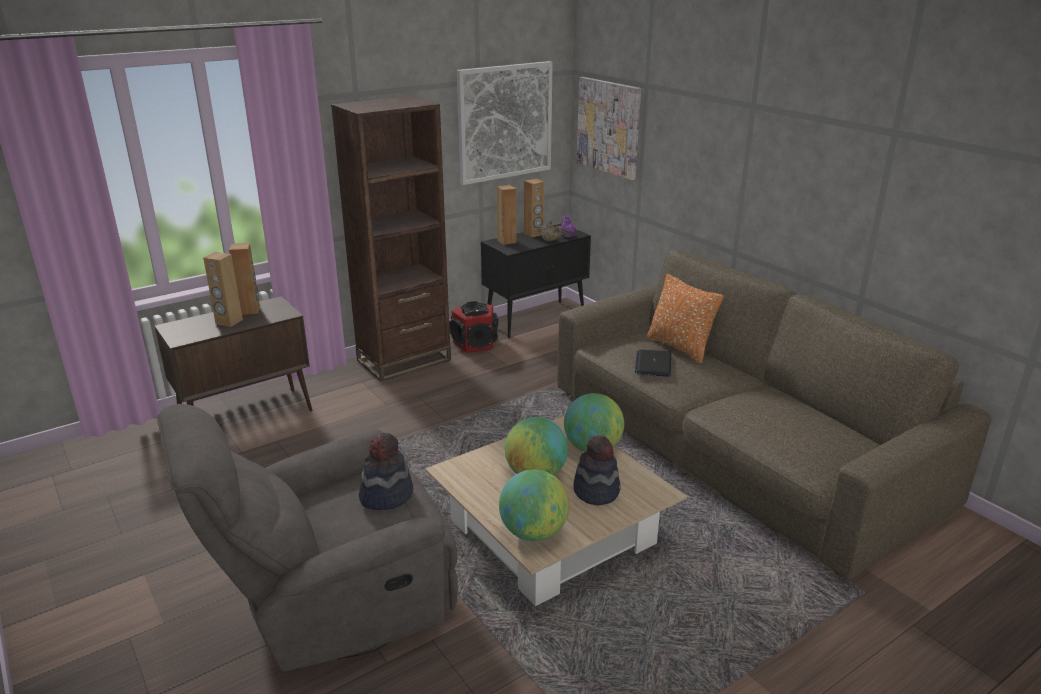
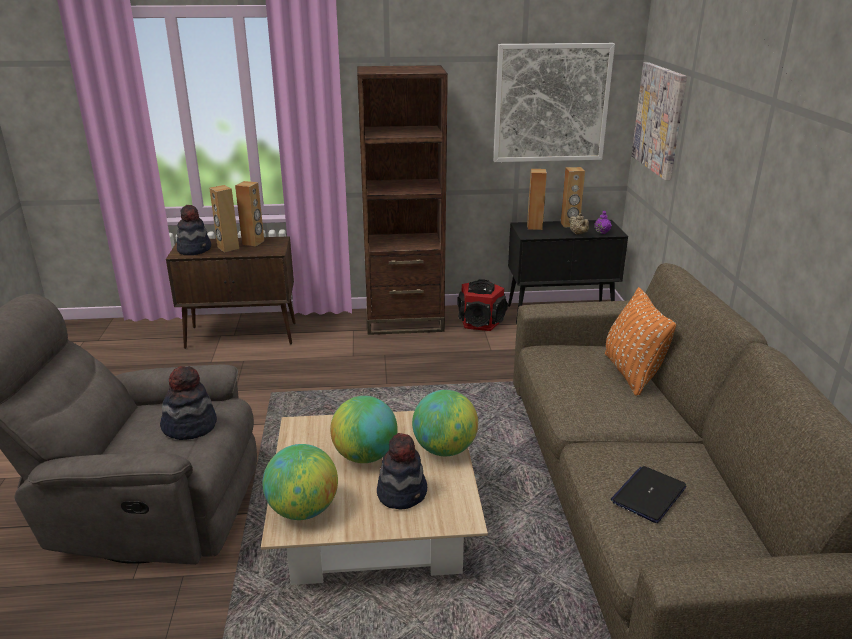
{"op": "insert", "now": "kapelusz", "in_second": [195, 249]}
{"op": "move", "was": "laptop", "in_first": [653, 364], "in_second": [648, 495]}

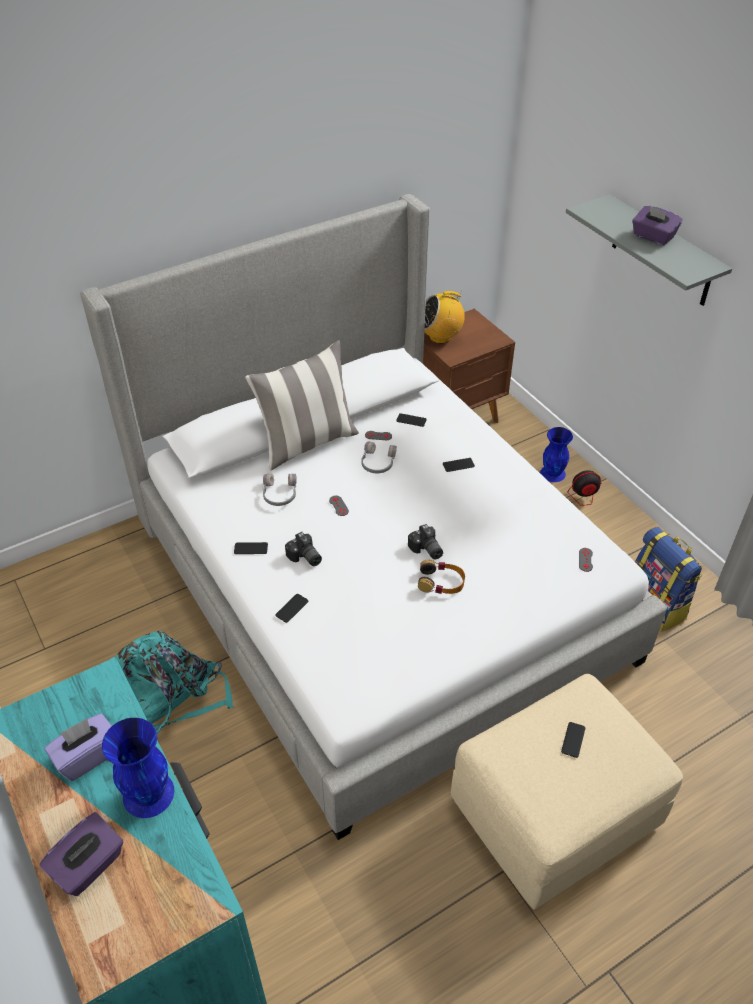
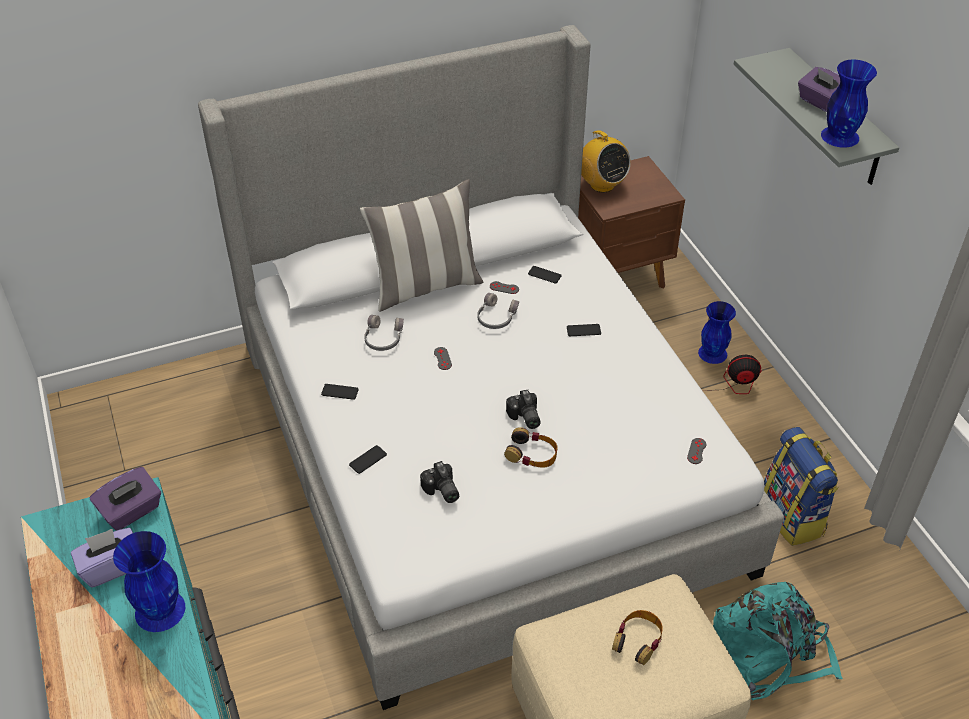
{"op": "insert", "now": "wazon [niebieski]", "in_second": [839, 136]}
{"op": "move", "was": "pudełko chusteczek [fioletowy]", "in_first": [89, 866], "in_second": [131, 511]}
{"op": "move", "was": "plecak [turkusowy]", "in_first": [173, 696], "in_second": [768, 654]}
{"op": "move", "was": "aparat fotograficzny", "in_first": [304, 558], "in_second": [441, 491]}
{"op": "replace", "was": "telefon", "now": "słuchawki", "in_first": [573, 740], "in_second": [638, 640]}
{"op": "rotate", "was": "radio", "in_first": [440, 337], "in_second": [601, 185], "clockwise": -120}

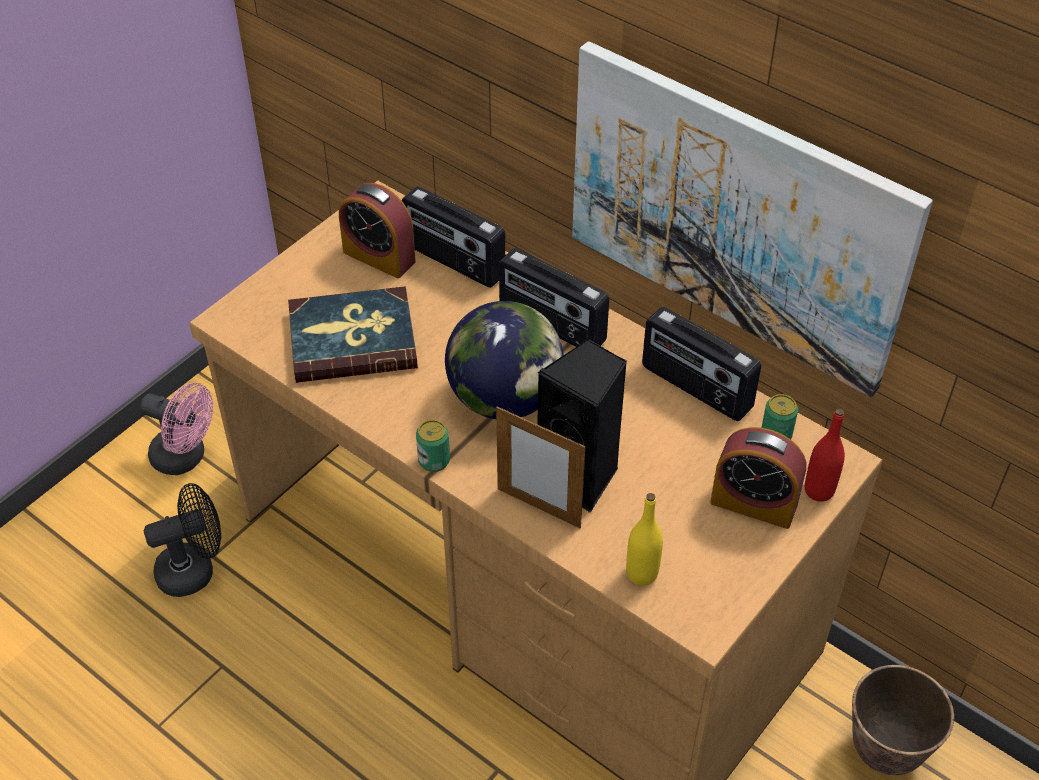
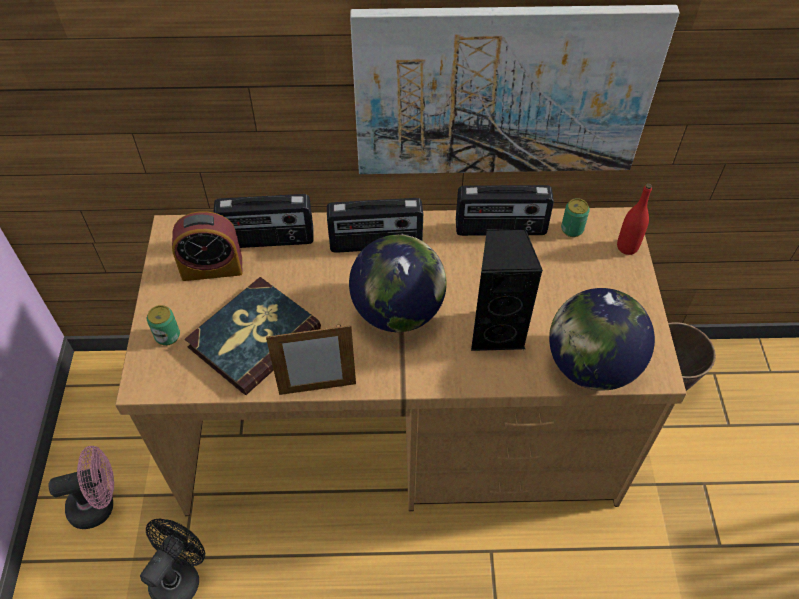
{"op": "delete", "was": "budzik", "in_first": [754, 503]}
{"op": "move", "was": "puszka", "in_first": [434, 460], "in_second": [167, 336]}
{"op": "move", "was": "ramka na zdjęcie", "in_first": [538, 507], "in_second": [317, 388]}
{"op": "replace", "was": "butelka [żółty]", "now": "globus", "in_first": [642, 573], "in_second": [591, 366]}

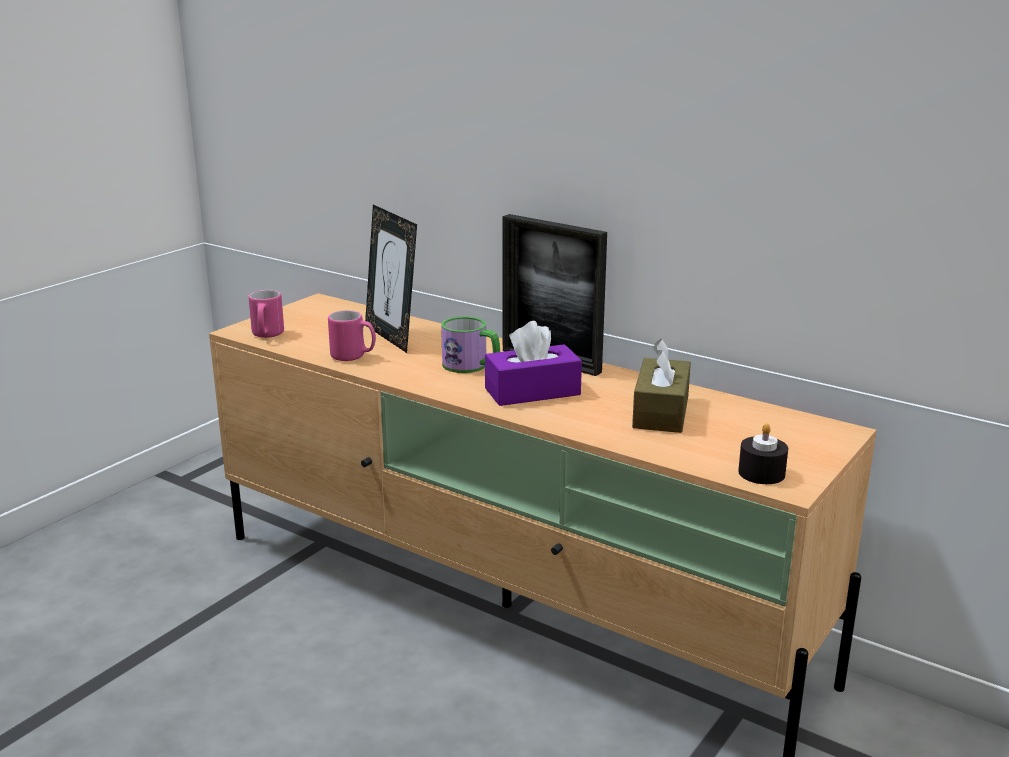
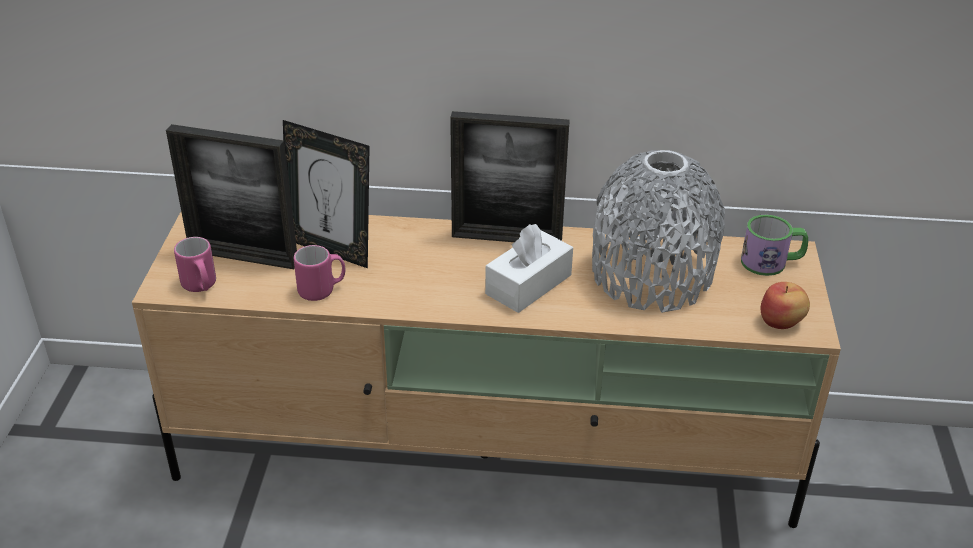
{"op": "insert", "now": "ramka na zdjęcie", "in_second": [243, 257]}
{"op": "move", "was": "kubek", "in_first": [471, 366], "in_second": [771, 262]}
{"op": "replace", "was": "pudełko chusteczek [brązowy]", "now": "wazon [szary]", "in_first": [661, 412], "in_second": [651, 275]}
{"op": "replace", "was": "świeca [czarny]", "now": "jabłko", "in_first": [761, 473], "in_second": [781, 322]}
{"op": "recolor", "was": "pudełko chusteczek [fioletowy]", "now": "pudełko chusteczek [biały]", "in_first": [532, 391], "in_second": [528, 284]}

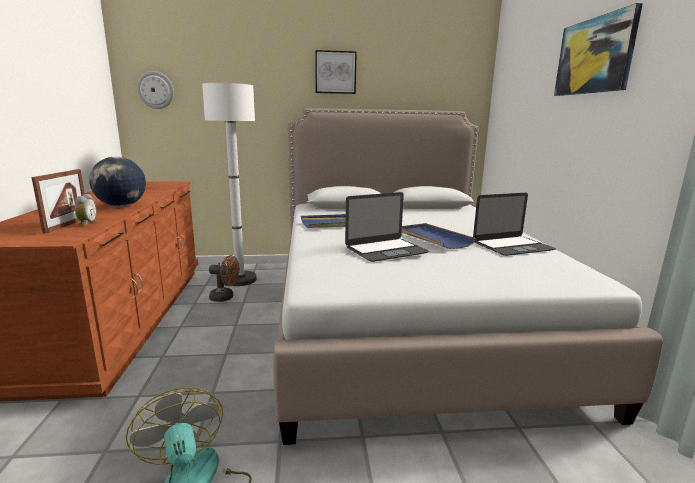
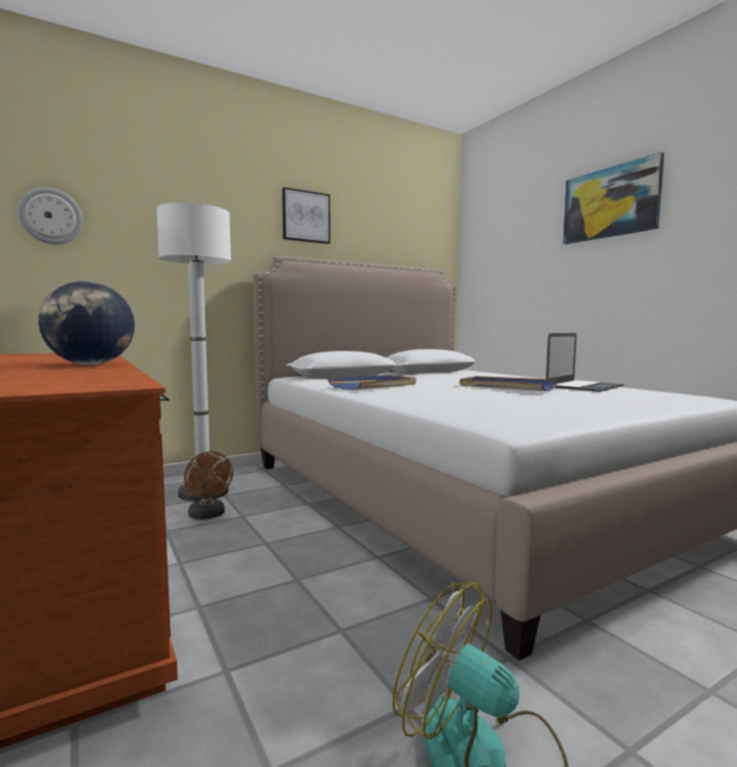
{"op": "delete", "was": "ramka na zdjęcie", "in_first": [67, 225]}
{"op": "delete", "was": "budzik", "in_first": [86, 224]}
{"op": "delete", "was": "laptop", "in_first": [386, 250]}
{"op": "rotate", "was": "wentylator [brązowy]", "in_first": [225, 297], "in_second": [208, 516], "clockwise": 75}

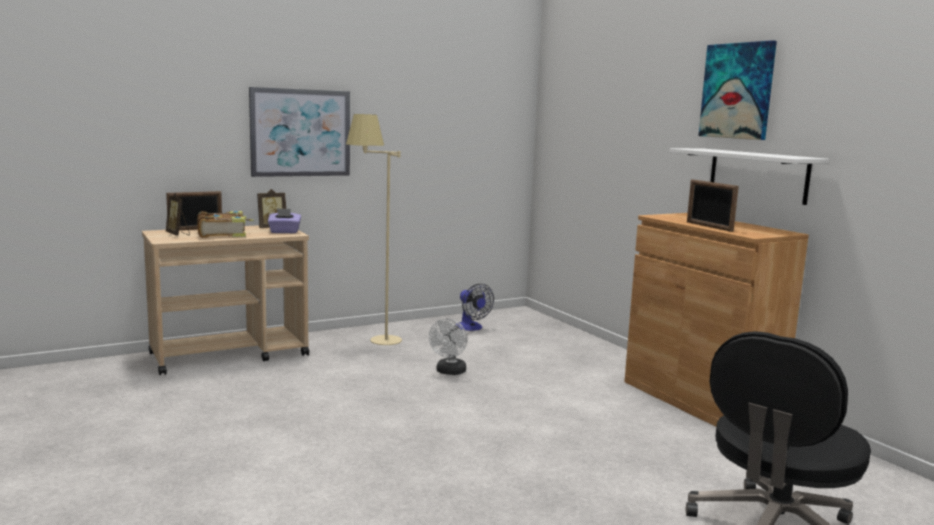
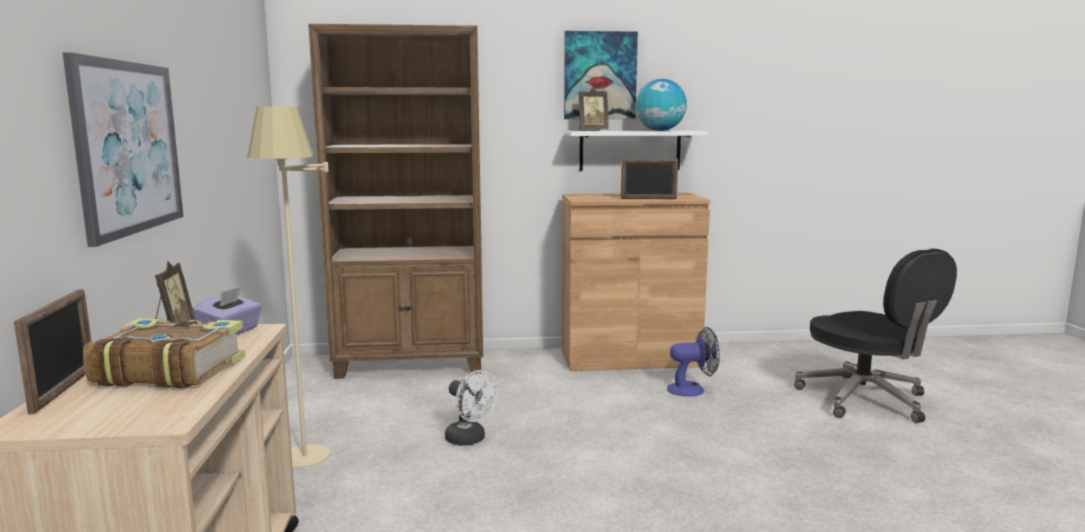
{"op": "insert", "now": "regał [brązowy]", "in_second": [412, 365]}
{"op": "insert", "now": "globus", "in_second": [660, 130]}
{"op": "move", "was": "ramka na zdjęcie", "in_first": [178, 234], "in_second": [592, 130]}
{"op": "move", "was": "wentylator", "in_first": [471, 328], "in_second": [692, 389]}

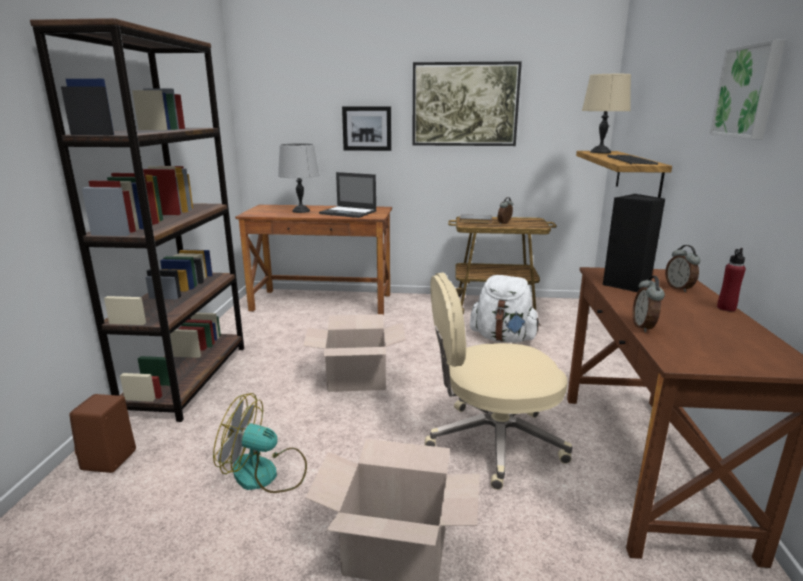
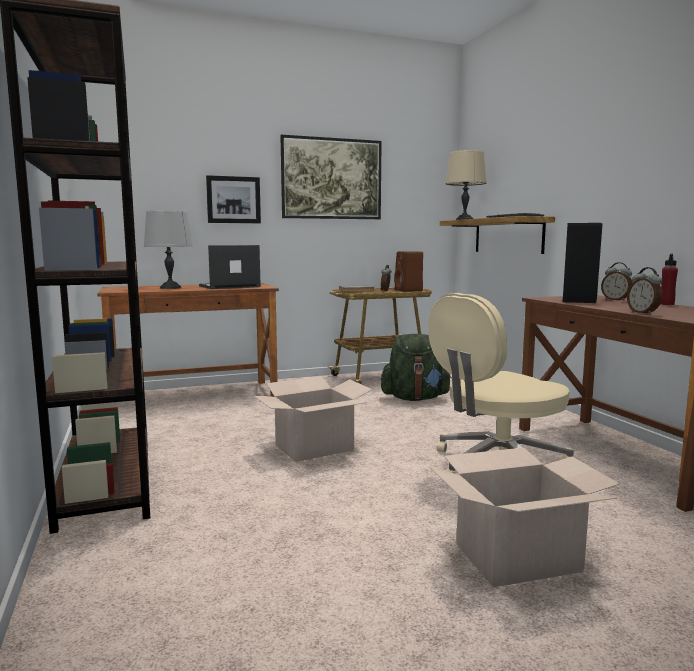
{"op": "delete", "was": "wentylator", "in_first": [266, 474]}
{"op": "delete", "was": "obraz", "in_first": [748, 92]}
{"op": "move", "was": "głośnik [brązowy]", "in_first": [108, 461], "in_second": [409, 290]}
{"op": "recolor", "was": "plecak [biały]", "now": "plecak [zielony]", "in_first": [503, 338], "in_second": [415, 398]}
{"op": "rotate", "was": "laptop", "in_first": [349, 212], "in_second": [229, 286], "clockwise": 150}

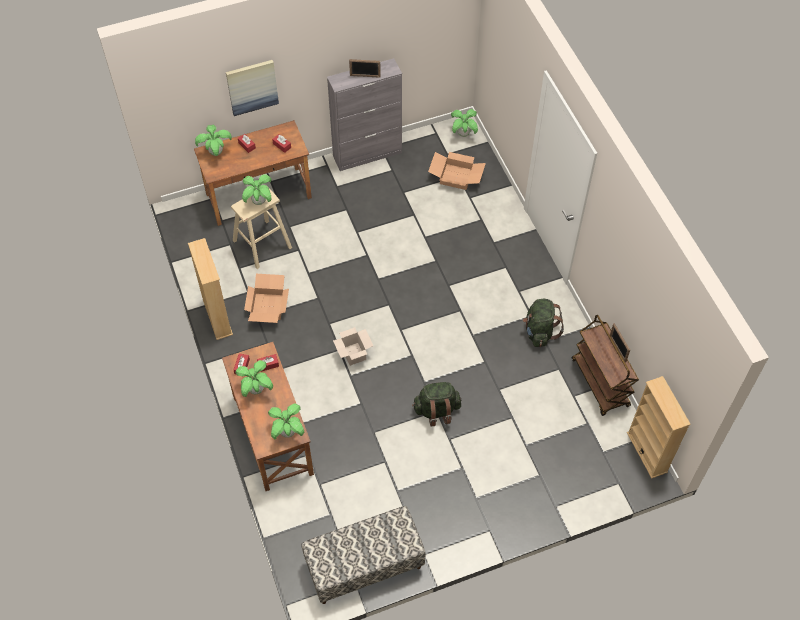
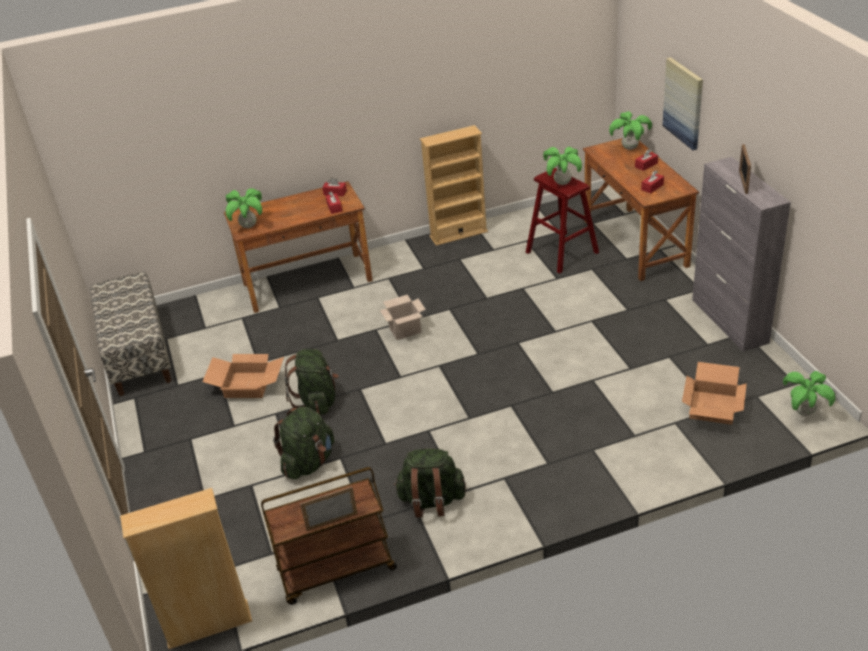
{"op": "delete", "was": "roślina doniczkowa", "in_first": [256, 389]}
{"op": "insert", "now": "plecak [zielony]", "in_second": [309, 462]}
{"op": "move", "was": "karton", "in_first": [267, 306], "in_second": [248, 384]}
{"op": "recolor", "was": "stołek [beżowy]", "now": "stołek [czerwony]", "in_first": [262, 244], "in_second": [562, 252]}

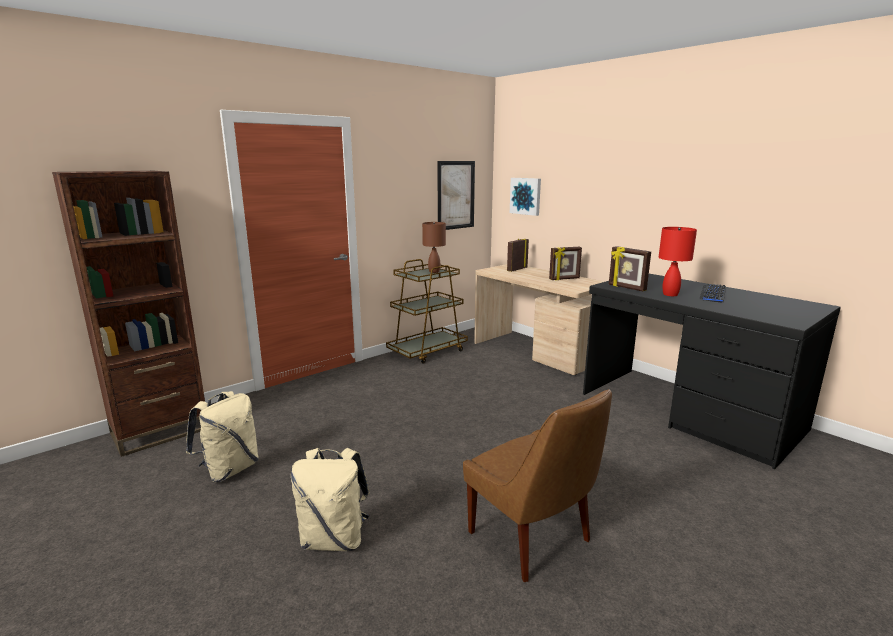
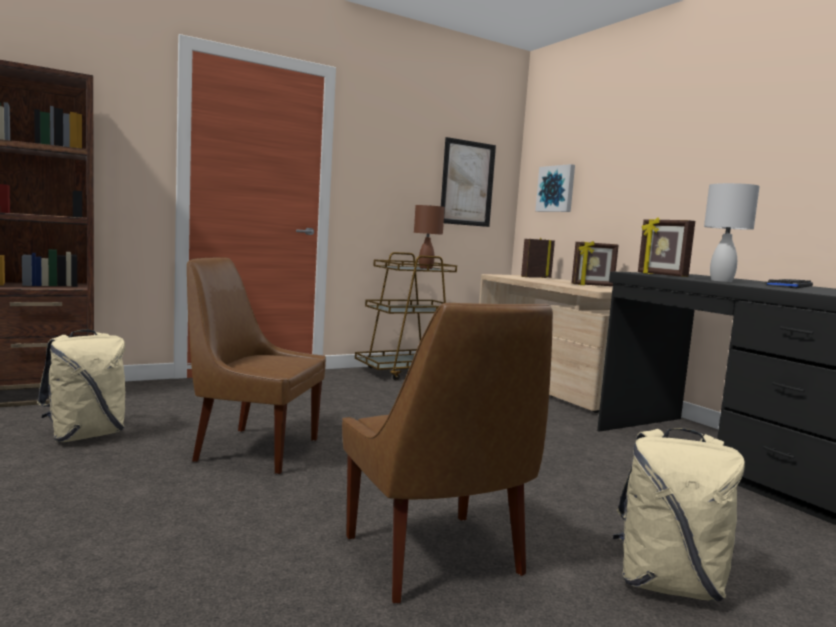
{"op": "insert", "now": "krzesło [brązowy]", "in_second": [253, 449]}
{"op": "move", "was": "plecak [beżowy]", "in_first": [334, 539], "in_second": [668, 584]}
{"op": "recolor", "was": "lampa stołowa [czerwony]", "now": "lampa stołowa [biały]", "in_first": [669, 294], "in_second": [720, 281]}

